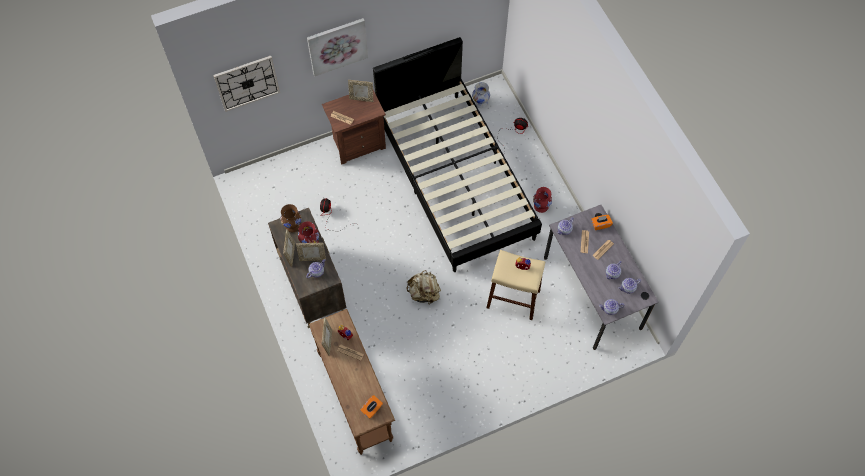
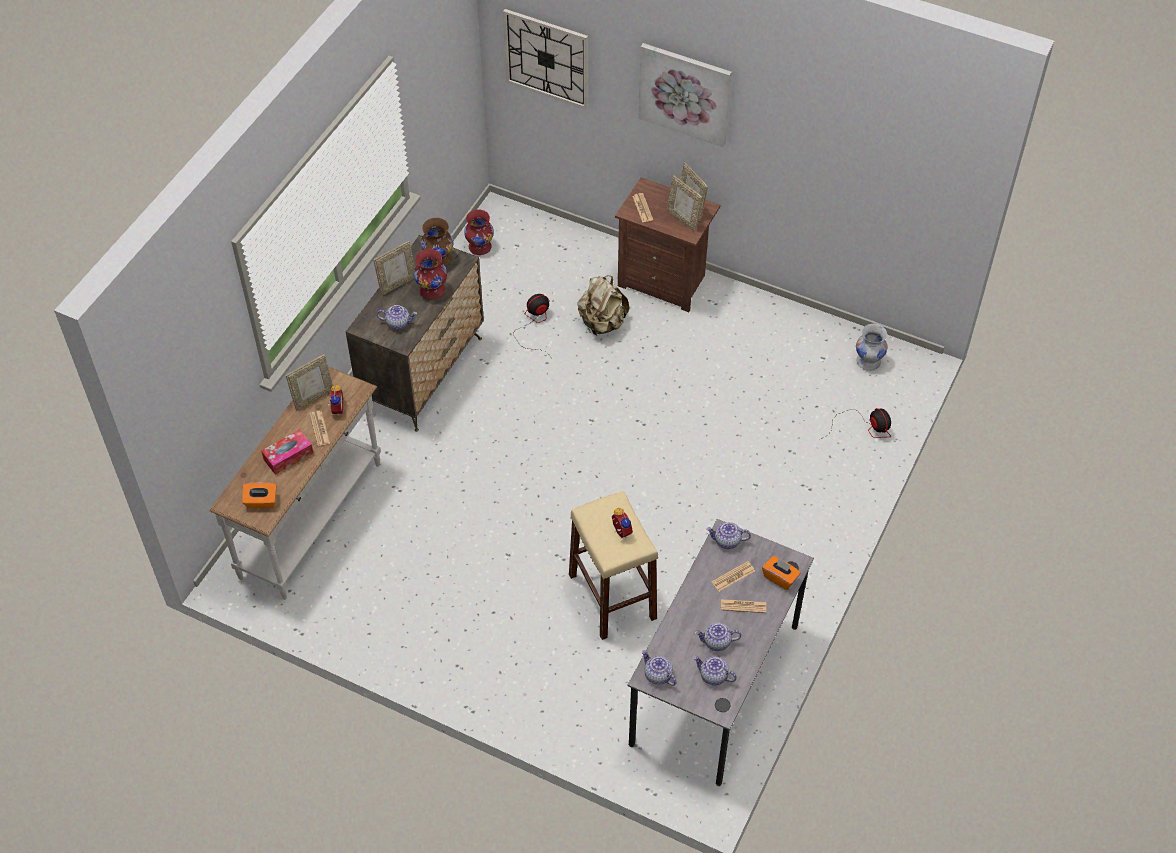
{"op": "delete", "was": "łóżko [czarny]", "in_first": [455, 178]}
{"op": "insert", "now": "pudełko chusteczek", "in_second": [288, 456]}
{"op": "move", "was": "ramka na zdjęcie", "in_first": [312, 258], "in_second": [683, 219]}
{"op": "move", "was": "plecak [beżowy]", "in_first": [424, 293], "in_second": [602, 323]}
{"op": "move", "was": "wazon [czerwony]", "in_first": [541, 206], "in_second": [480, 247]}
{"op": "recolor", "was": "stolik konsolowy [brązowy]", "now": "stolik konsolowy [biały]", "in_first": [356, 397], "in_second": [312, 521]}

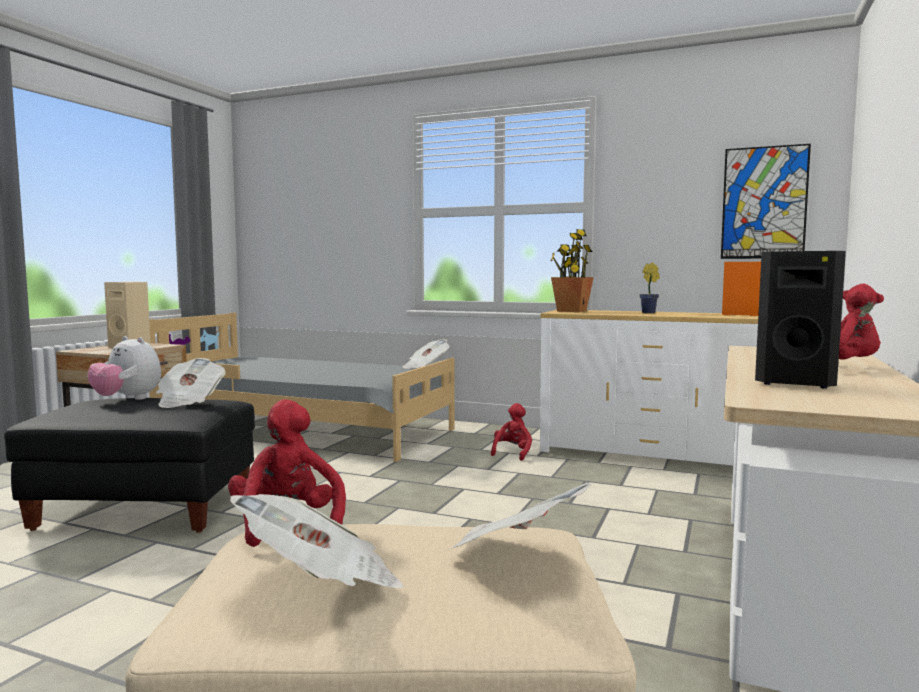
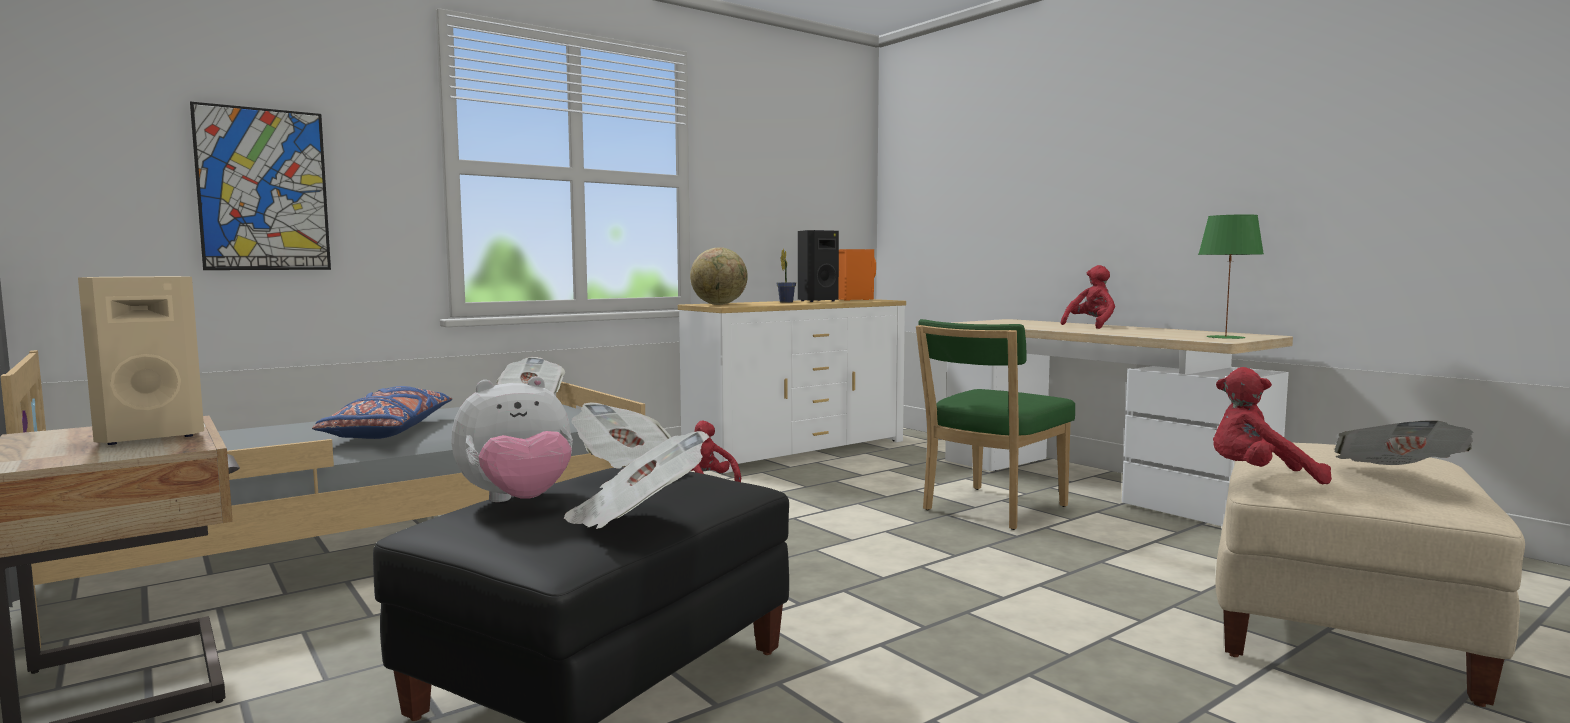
{"op": "insert", "now": "poduszka [niebieski]", "in_second": [389, 432]}
{"op": "insert", "now": "krzesło [zielony]", "in_second": [990, 509]}
{"op": "insert", "now": "lampa stołowa [zielony]", "in_second": [1226, 337]}
{"op": "move", "was": "gazeta", "in_first": [515, 555], "in_second": [637, 517]}
{"op": "move", "was": "obraz", "in_first": [764, 203], "in_second": [263, 190]}
{"op": "move", "was": "głośnik [czarny]", "in_first": [794, 383], "in_second": [817, 301]}
{"op": "replace", "was": "roślina doniczkowa", "now": "globus", "in_first": [571, 311], "in_second": [719, 304]}

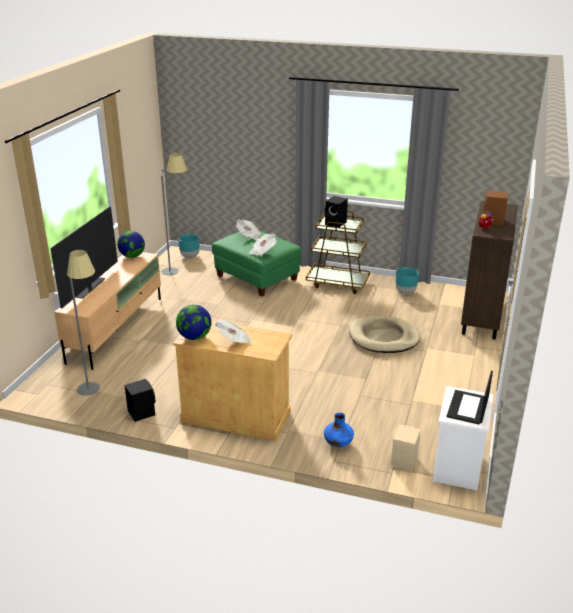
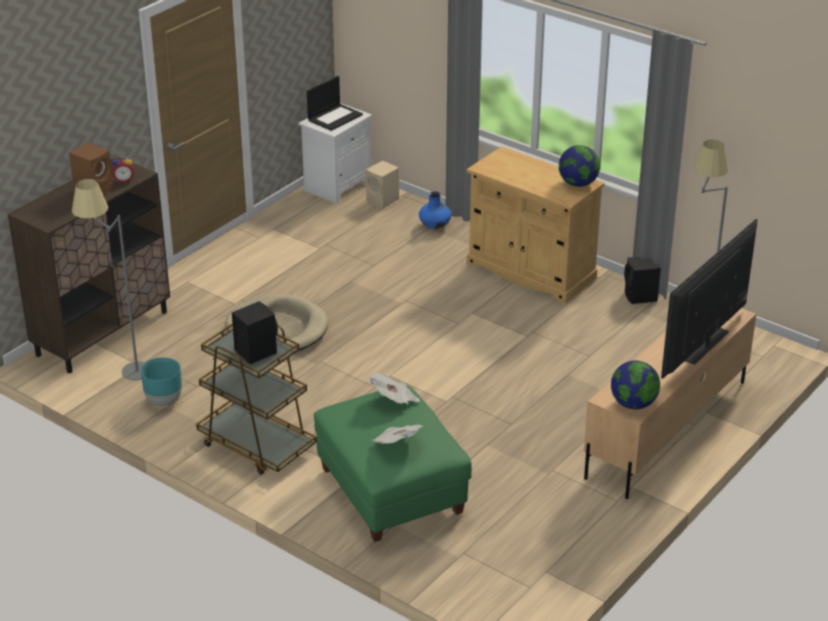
{"op": "delete", "was": "donica [turkusowy]", "in_first": [189, 256]}
{"op": "delete", "was": "gazeta", "in_first": [234, 341]}
{"op": "move", "was": "lampa stojąca [szary]", "in_first": [177, 270], "in_second": [122, 371]}

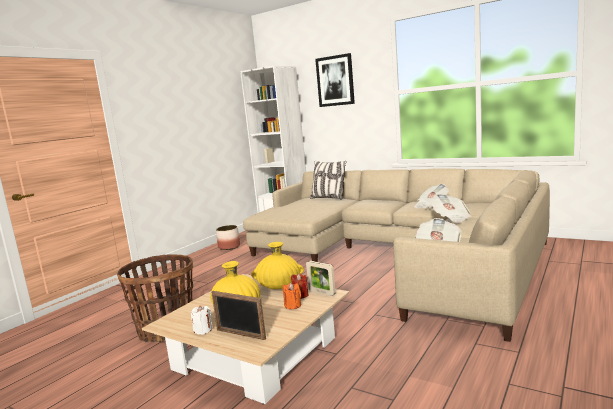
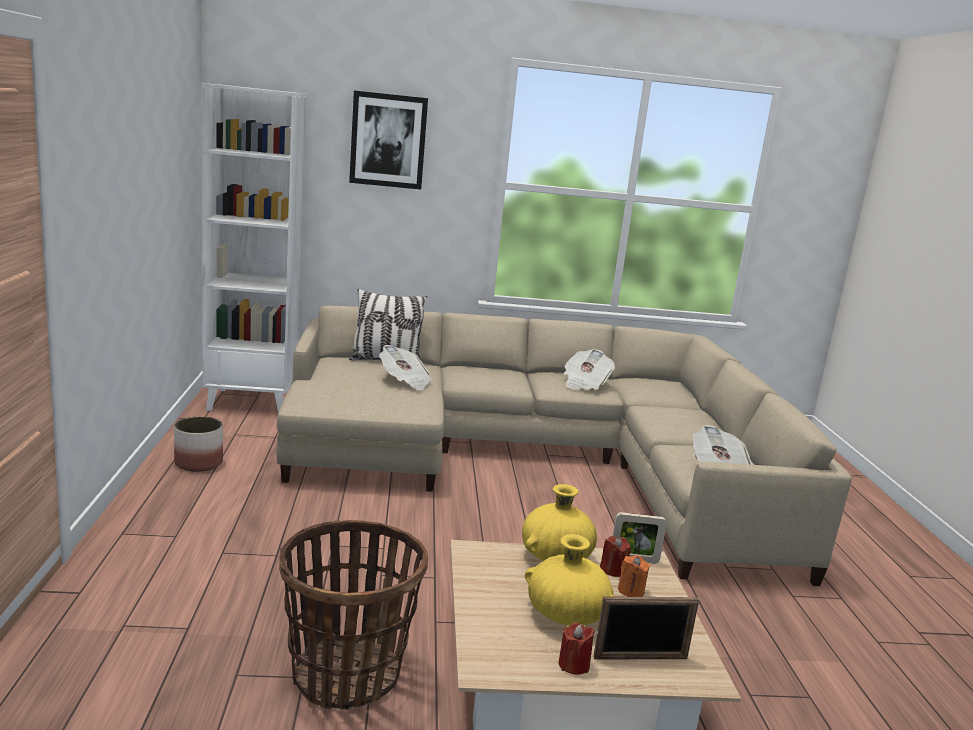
{"op": "move", "was": "gazeta", "in_first": [451, 218], "in_second": [405, 382]}
{"op": "recolor", "was": "świeca [biały]", "now": "świeca [czerwony]", "in_first": [203, 330], "in_second": [573, 665]}

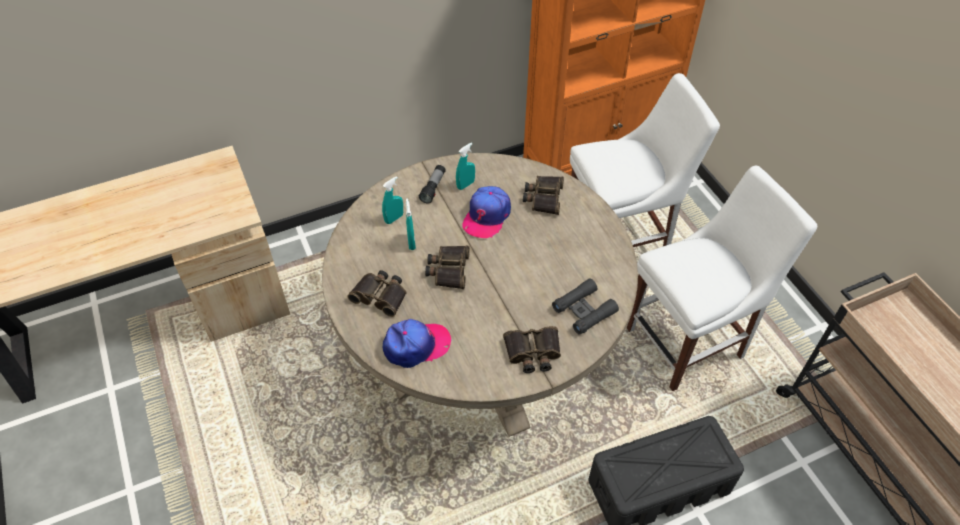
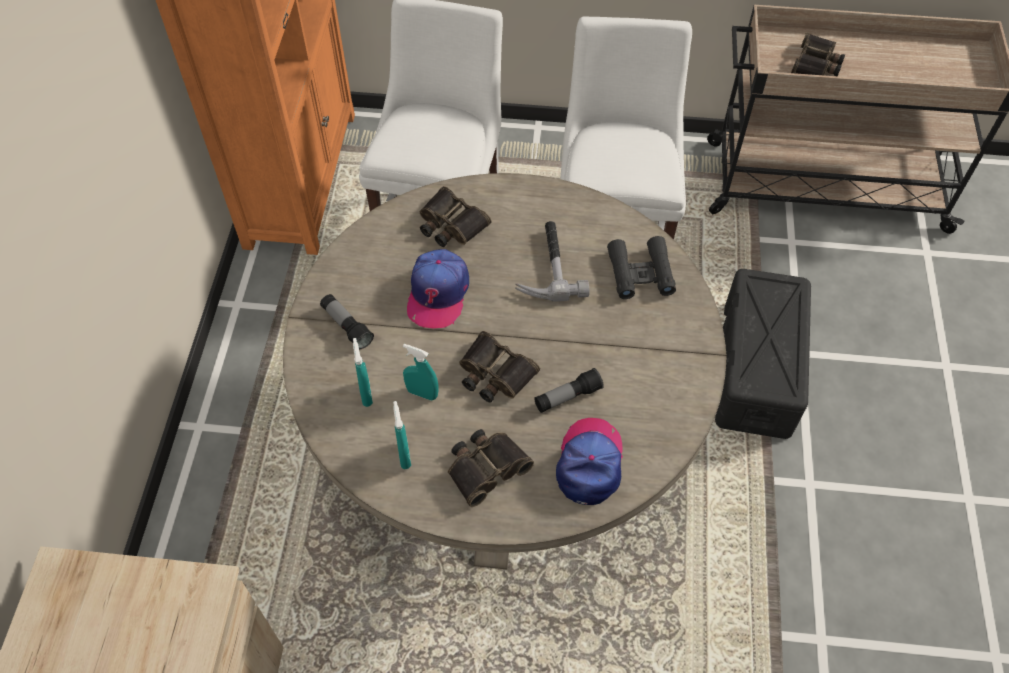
{"op": "insert", "now": "młotek", "in_second": [547, 266]}
{"op": "insert", "now": "latarka", "in_second": [567, 397]}
{"op": "move", "was": "spryskiwacz [turkusowy]", "in_first": [465, 185], "in_second": [404, 455]}
{"op": "move", "was": "lornetka", "in_first": [533, 353], "in_second": [816, 64]}
{"op": "rotate", "was": "czapka z daszkiem", "in_first": [486, 216], "in_second": [437, 293], "clockwise": 45}

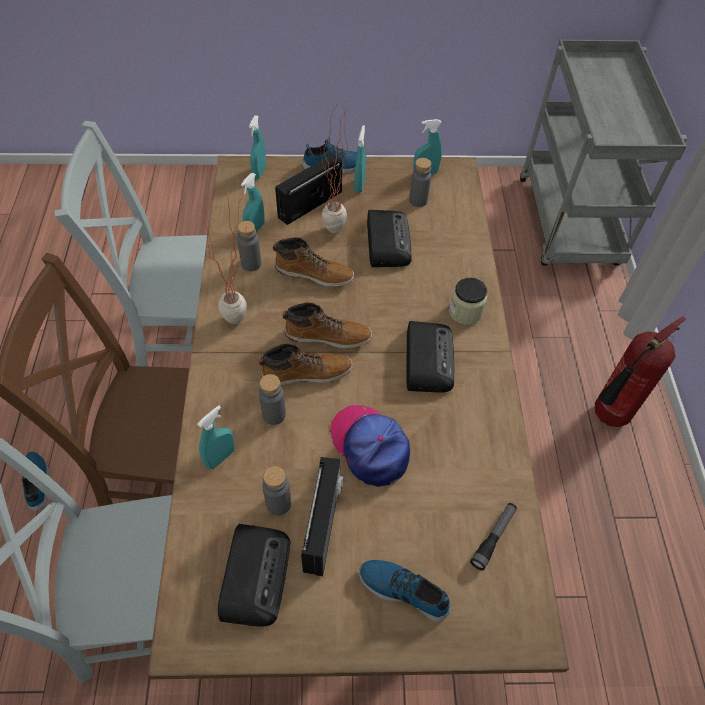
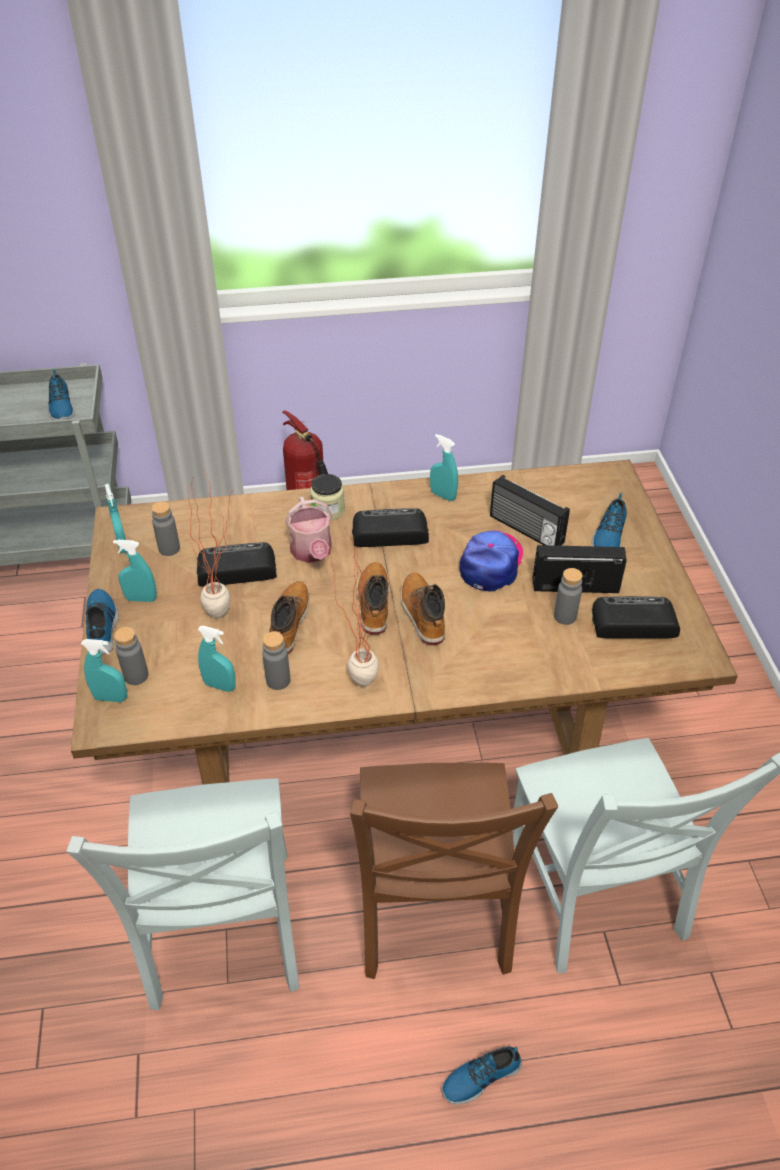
{"op": "delete", "was": "latarka", "in_first": [493, 537]}
{"op": "insert", "now": "but", "in_second": [60, 407]}
{"op": "insert", "now": "konewka", "in_second": [312, 553]}
{"op": "move", "was": "spryskiwacz [turkusowy]", "in_first": [220, 457], "in_second": [443, 495]}
{"op": "move", "was": "butelka [szary]", "in_first": [274, 414], "in_second": [136, 676]}
{"op": "move", "was": "radio", "in_first": [309, 204], "in_second": [525, 530]}
{"op": "rotate", "was": "czapka z daszkiem", "in_first": [370, 446], "in_second": [491, 563], "clockwise": 150}

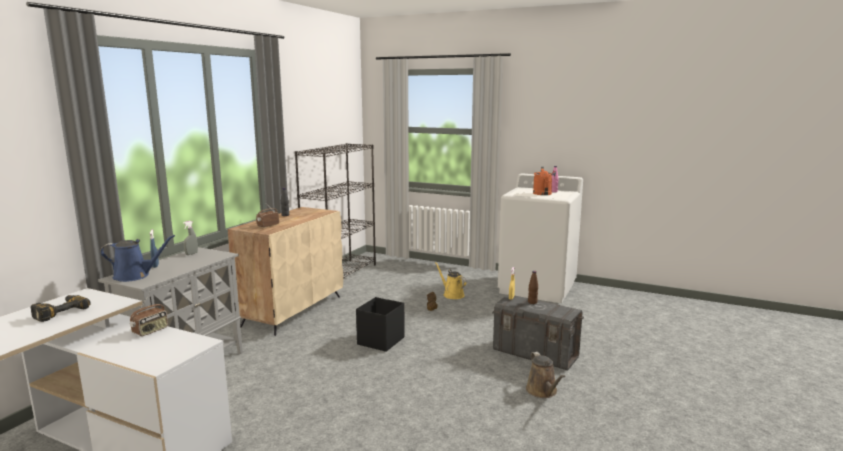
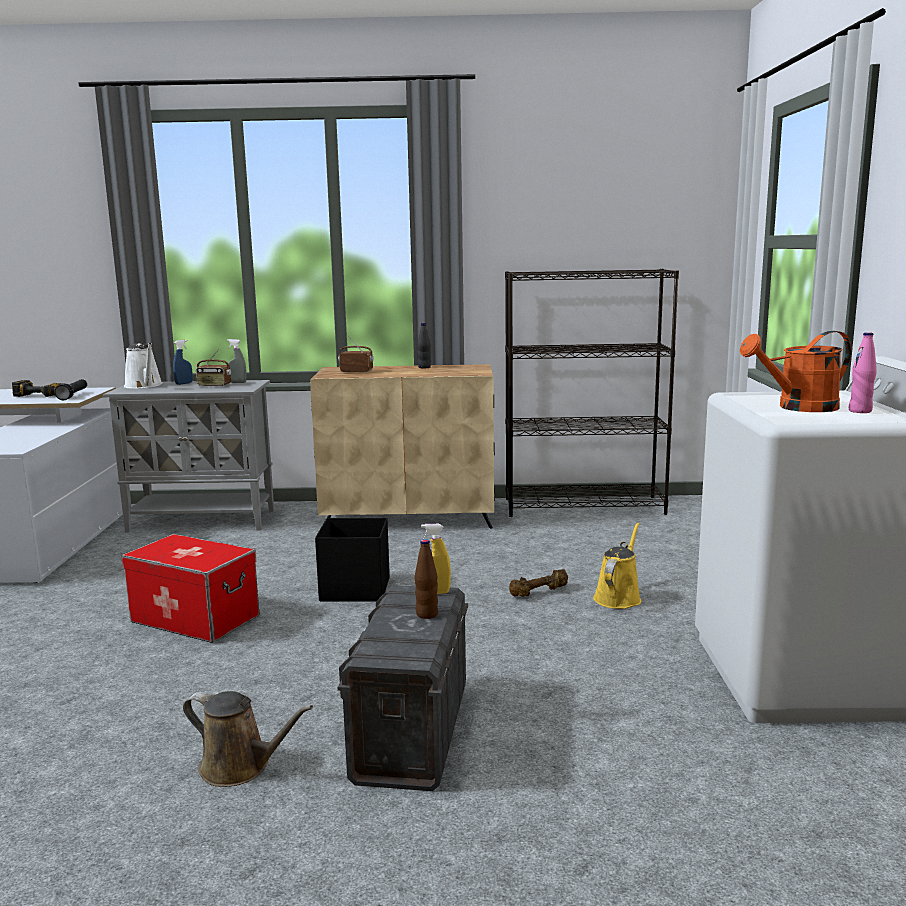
{"op": "insert", "now": "latarka [czarny]", "in_second": [73, 395]}
{"op": "insert", "now": "pojemnik do przechowywania", "in_second": [196, 618]}
{"op": "move", "was": "radio", "in_first": [150, 331], "in_second": [214, 385]}
{"op": "recolor", "was": "konewka [niebieski]", "now": "konewka [biały]", "in_first": [135, 276], "in_second": [144, 386]}
{"op": "rotate", "was": "konewka [brązowy]", "in_first": [543, 391], "in_second": [240, 767], "clockwise": -120}

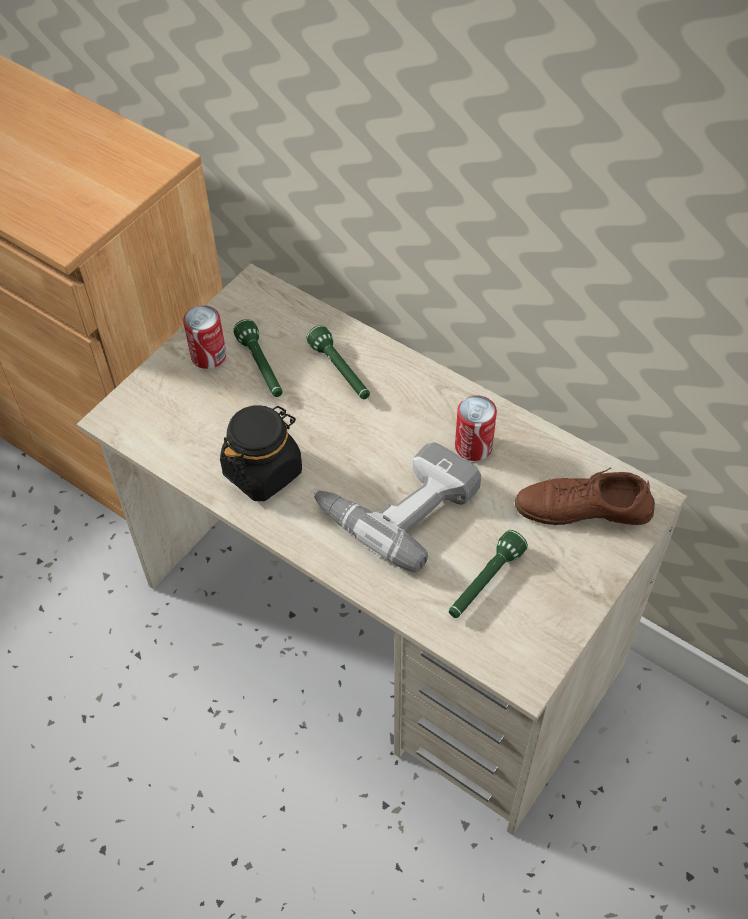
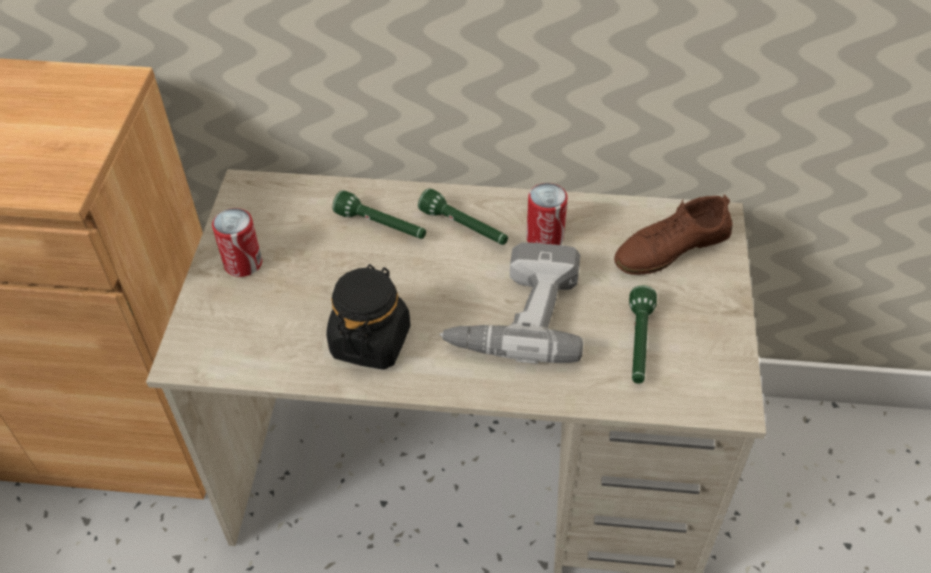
{"op": "move", "was": "latarka [zielony]", "in_first": [261, 367], "in_second": [464, 228]}

